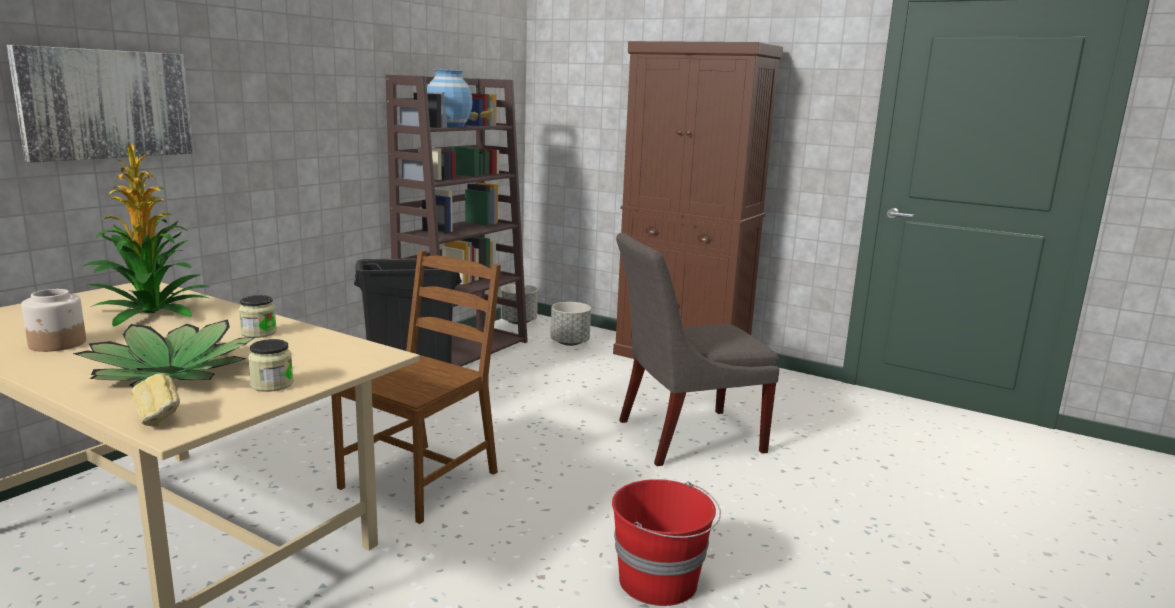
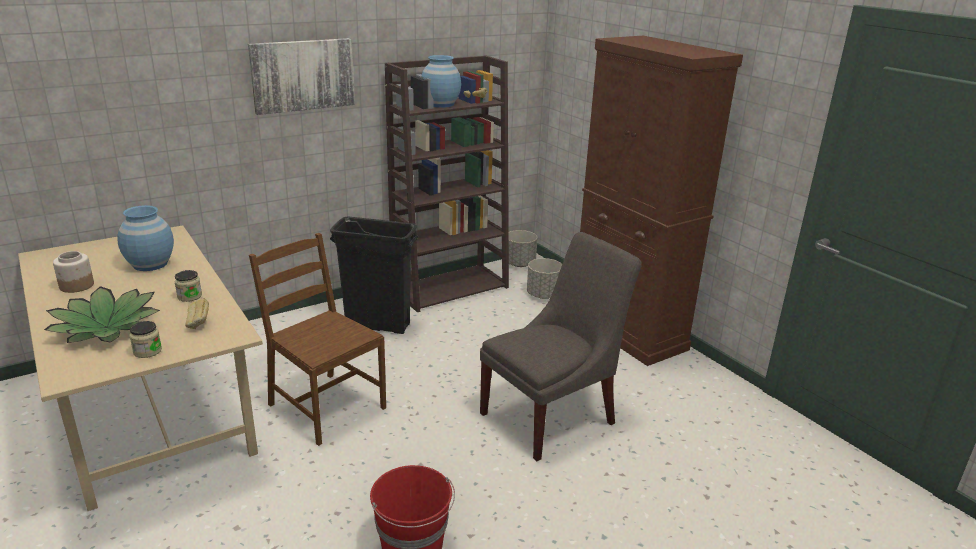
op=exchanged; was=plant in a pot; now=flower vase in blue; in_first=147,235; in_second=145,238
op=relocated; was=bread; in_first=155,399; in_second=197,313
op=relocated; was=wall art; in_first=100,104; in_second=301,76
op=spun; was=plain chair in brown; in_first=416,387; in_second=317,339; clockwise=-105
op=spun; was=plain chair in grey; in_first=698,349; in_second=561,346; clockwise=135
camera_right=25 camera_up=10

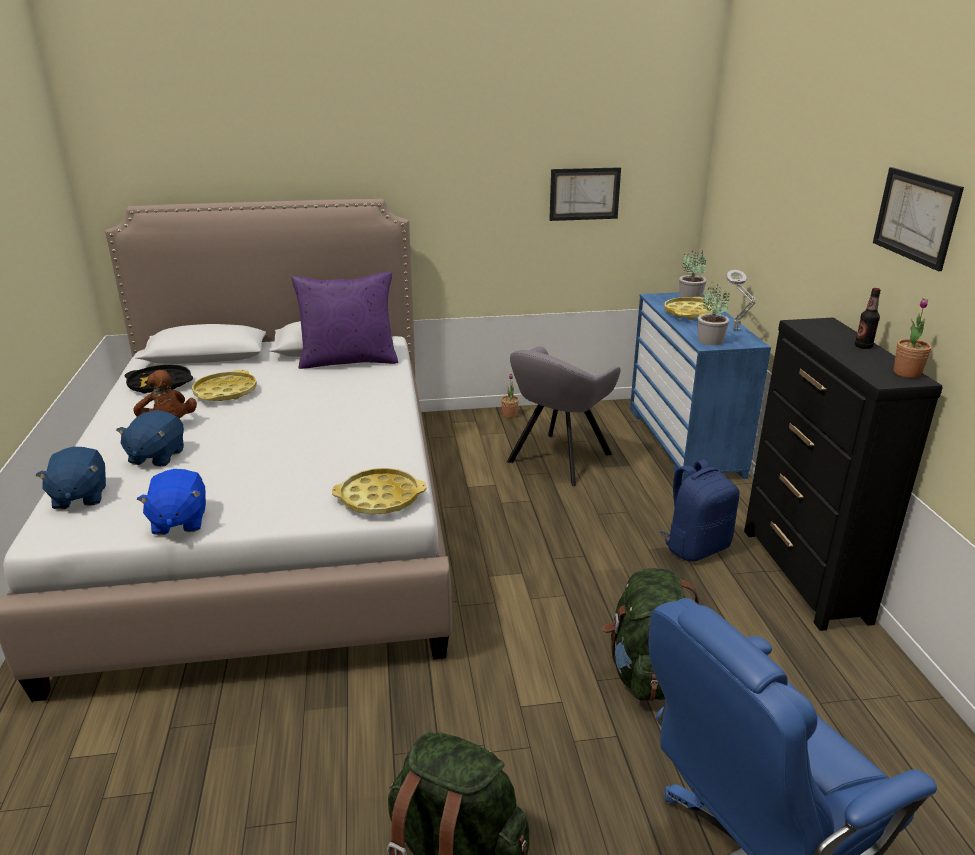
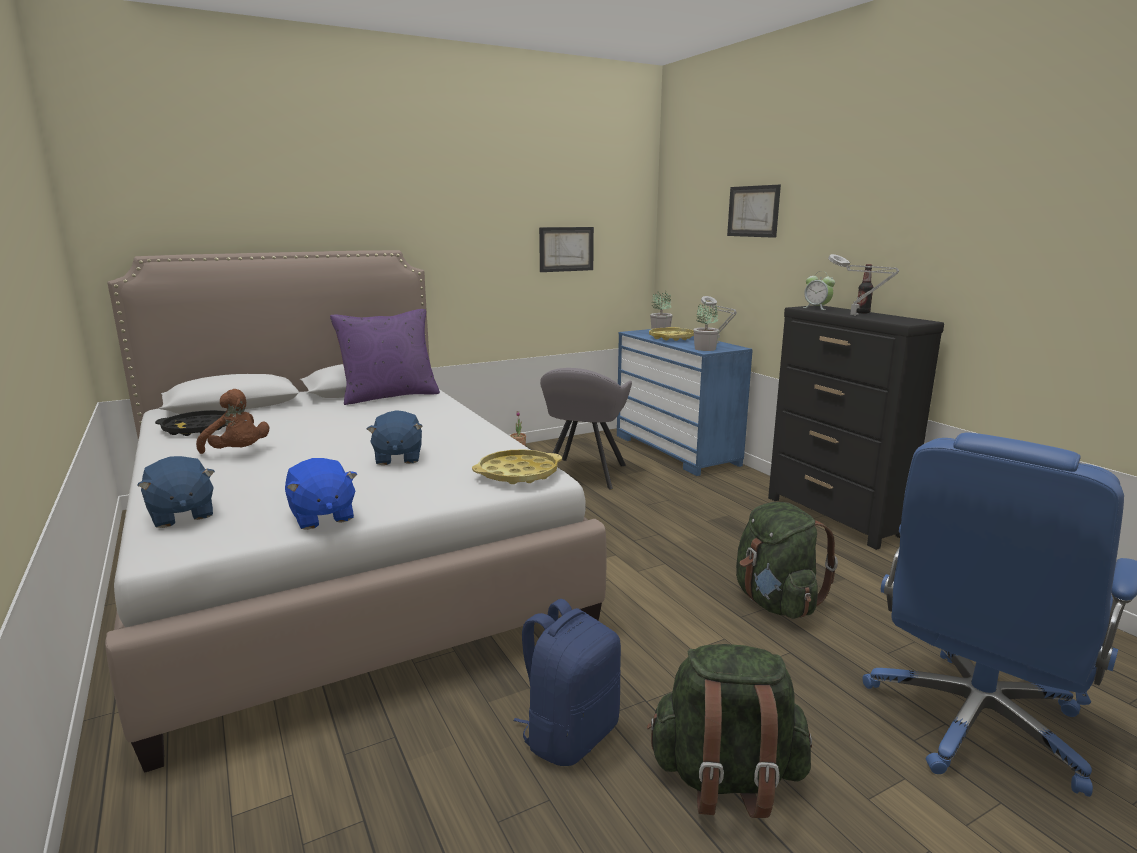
op=relocated; was=cuddly toy in blue; in_first=150,438; in_second=395,437
op=relocated; was=backpack in blue; in_first=700,511; in_second=567,682
op=relocated; was=wall art; in_first=918,219; in_second=754,211
op=appeared; now=table clock; in_second=819,290
op=appeared; now=lamp for a table in grey; in_second=863,285
op=missing; was=tray in yellow-coloured; in_first=224,385
op=missing; was=plant in a pot; in_first=913,338
camera_right=-20 camera_up=-10

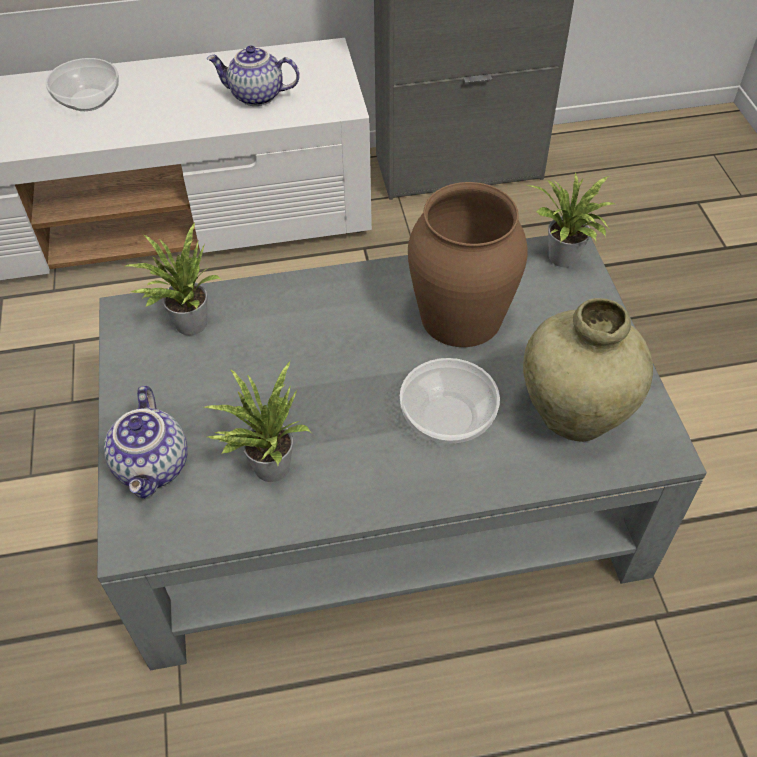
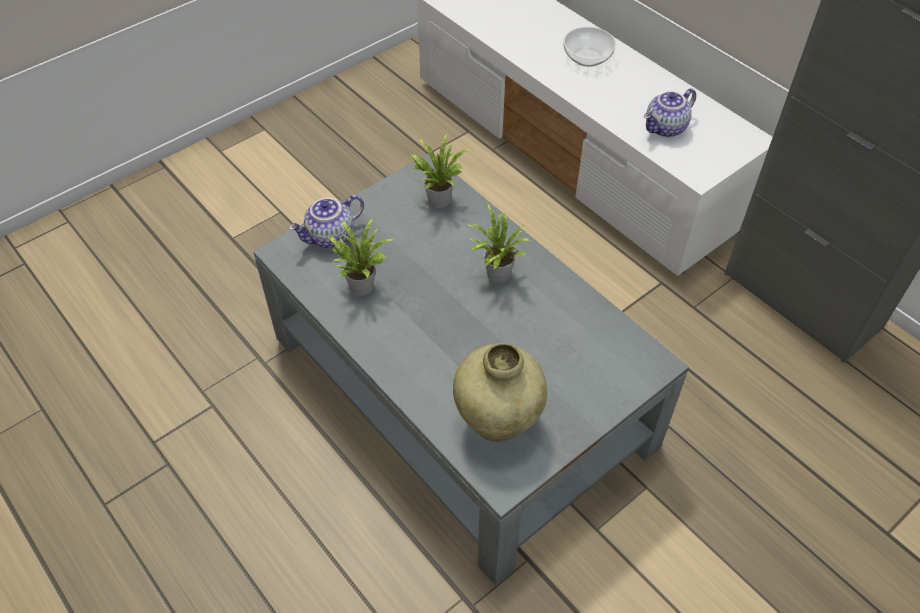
op=relocated; was=plant in a pot; in_first=570,219; in_second=498,243
op=spun; was=teapot; in_first=253,76; in_second=670,112; clockwise=-105
op=missing; was=deep dish; in_first=450,400
op=missing; was=flower vase in brown; in_first=468,264
camera_right=60 camera_up=0

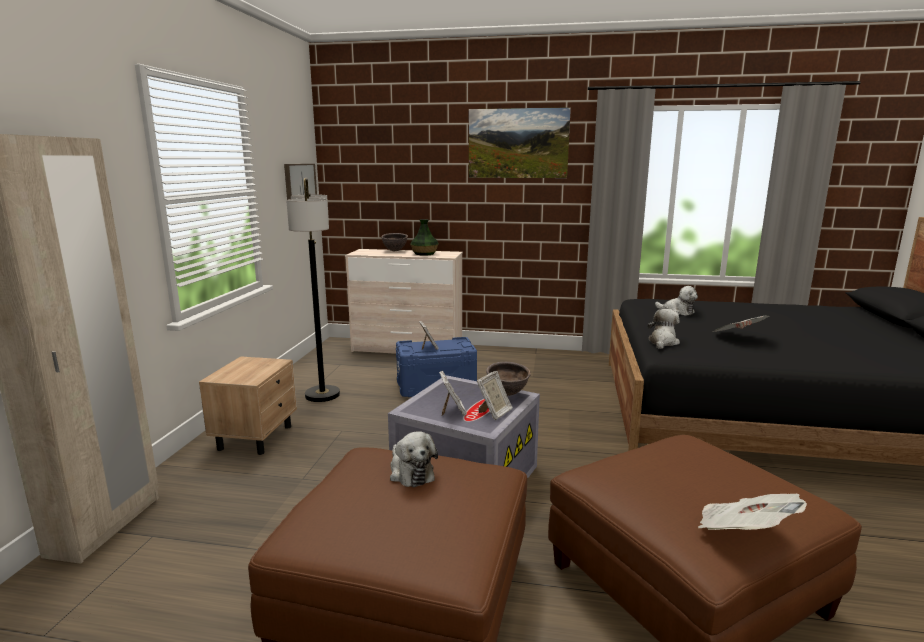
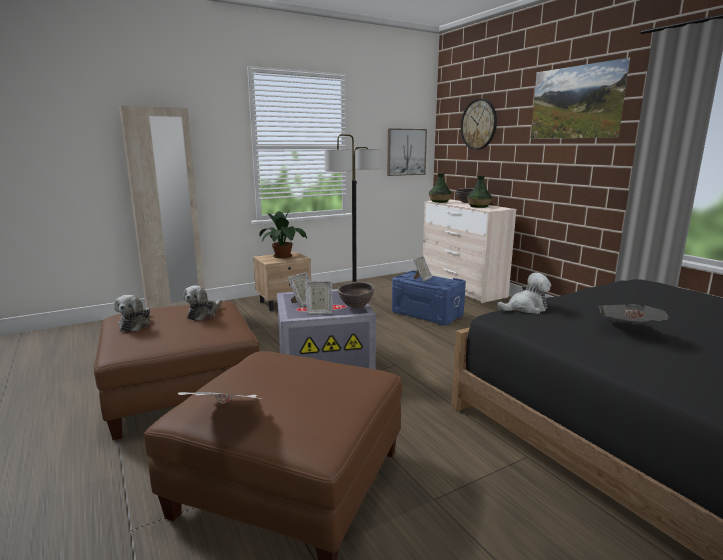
op=relocated; was=cuddly toy; in_first=676,300; in_second=132,313
op=appeared; now=plant in a pot; in_second=283,234
op=appeared; now=flower vase; in_second=440,188
op=appeared; now=clock on the wall; in_second=479,124
camera_right=50 camera_up=0

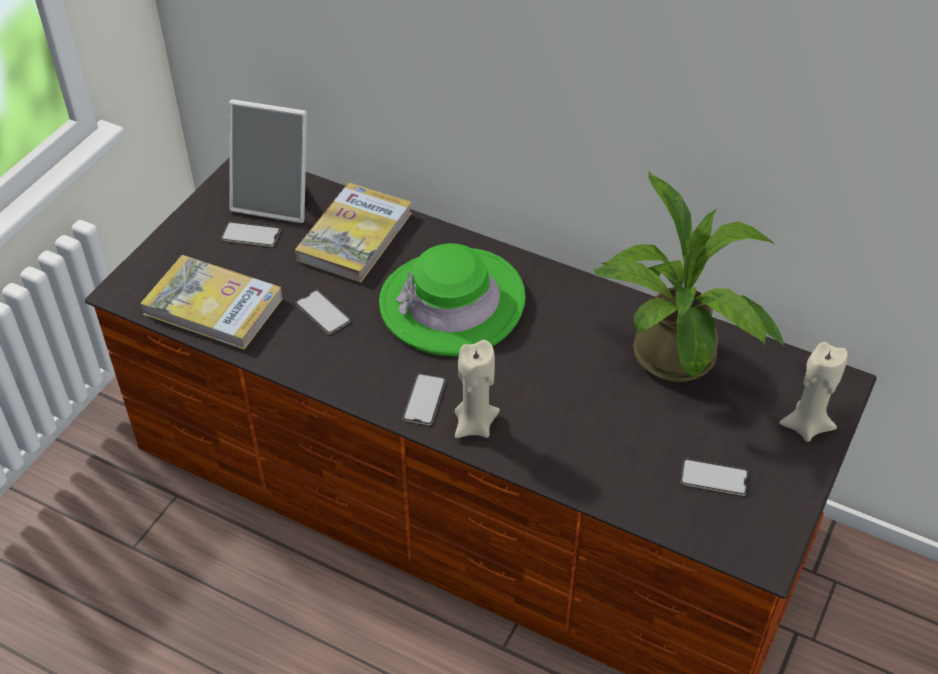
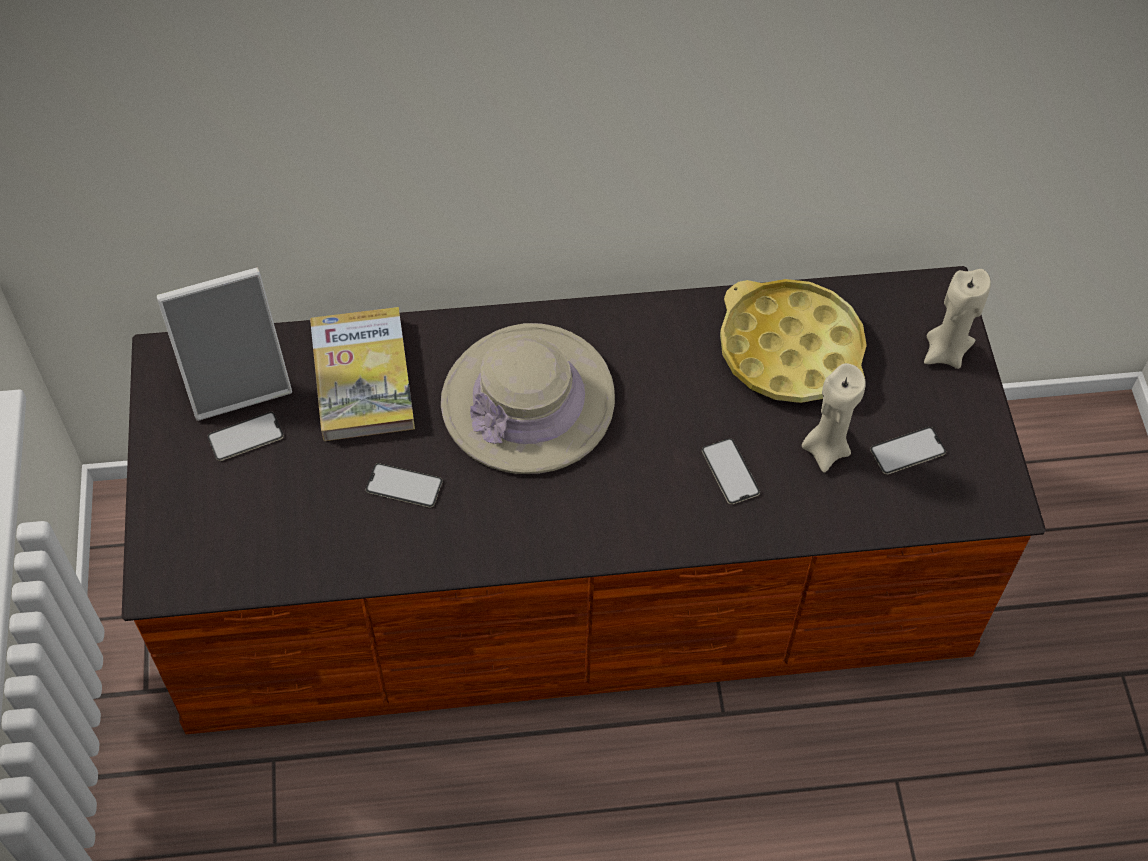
op=colour; was=clothing hat in greenish; now=clothing hat in sand-coloured; in_first=452,299; in_second=528,398
op=relocated; was=phone; in_first=424,399; in_second=731,471
op=exchanged; was=plant in a pot; now=tray in yellow-coloured; in_first=689,276; in_second=793,341
op=relocated; was=candle in sand-coloured; in_first=477,389; in_second=834,418
op=missing; was=bound book; in_first=211,302
camera_right=-35 camera_up=10

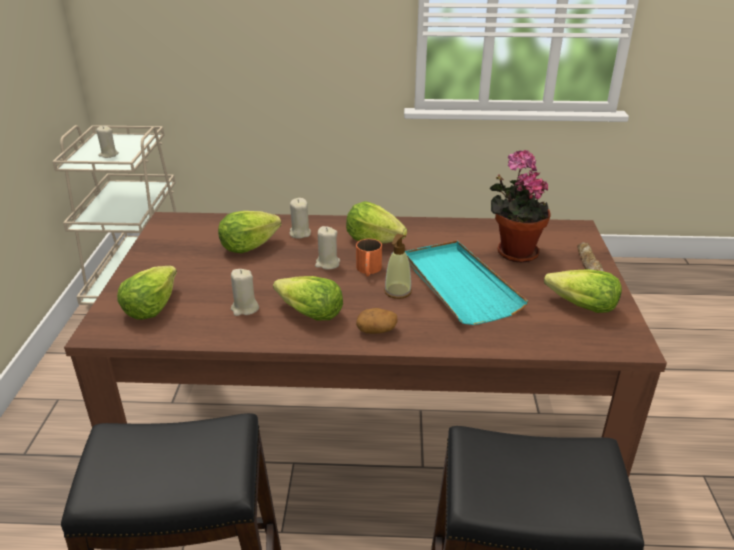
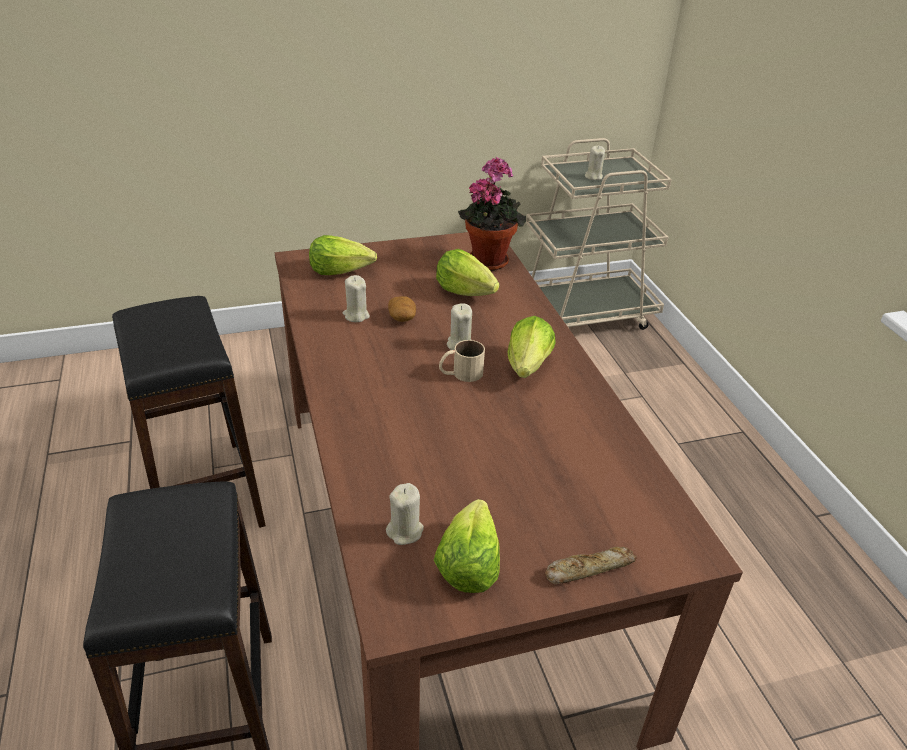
op=relocated; was=candle in sand-coloured; in_first=300,218; in_second=405,514
op=relocated; was=whole potato; in_first=377,321; in_second=402,309
op=colour; was=mug in orangey; now=mug in sand-coloured; in_first=369,258; in_second=462,361
op=relocated; was=plant in a pot; in_first=520,206; in_second=492,214
op=missing; was=lettuce head; in_first=308,298
op=missing; was=liquid soap bottle; in_first=398,266
op=missing; was=tray in turquoise; in_first=466,282
camera_right=70 camera_up=5

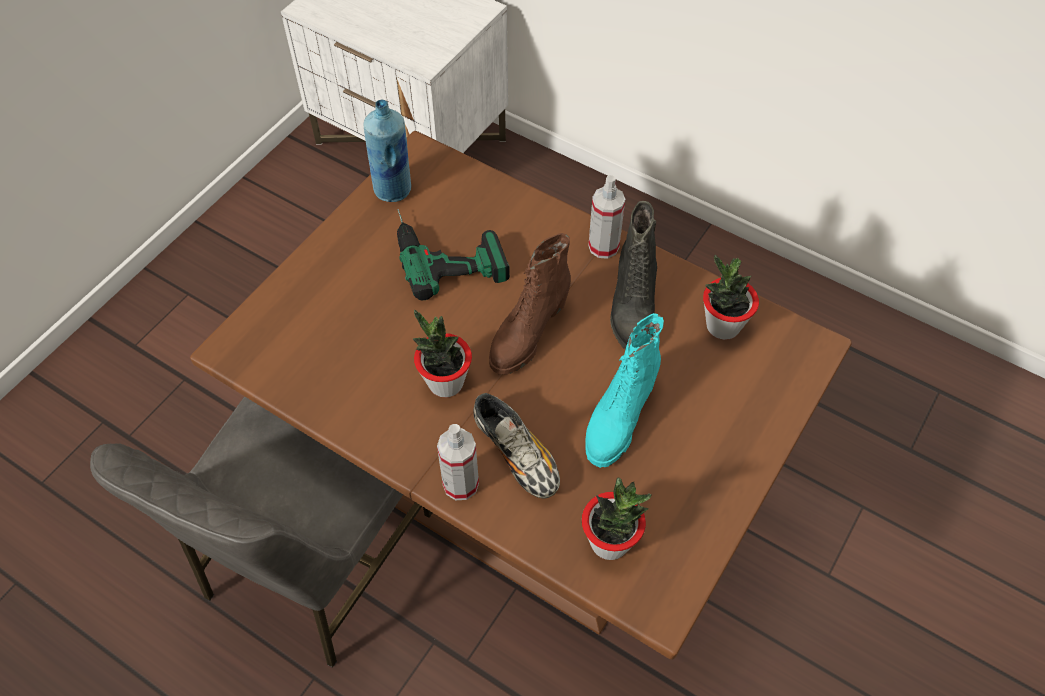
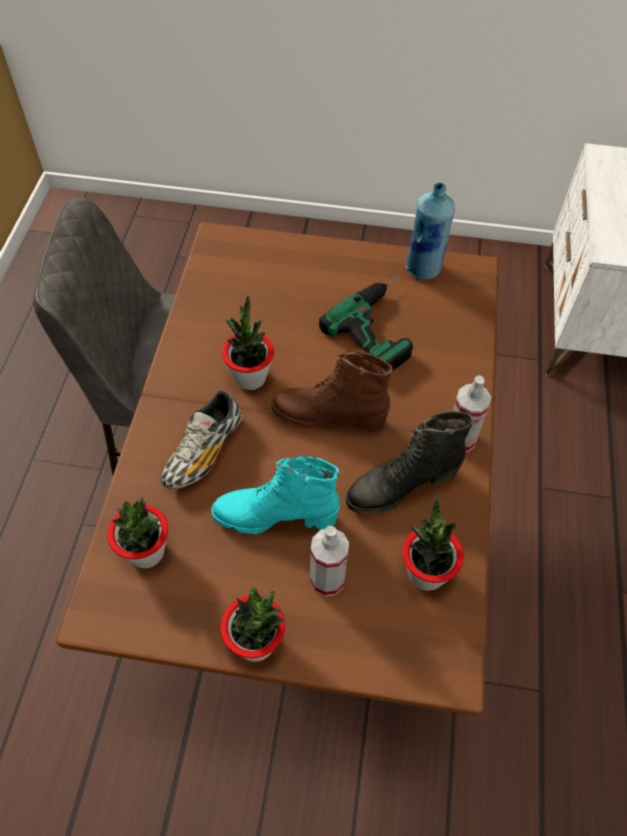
op=appeared; now=plant in a pot; in_second=253,624
op=relocated; was=sprayer; in_first=458,462; in_second=329,561
camera_right=65 camera_up=0

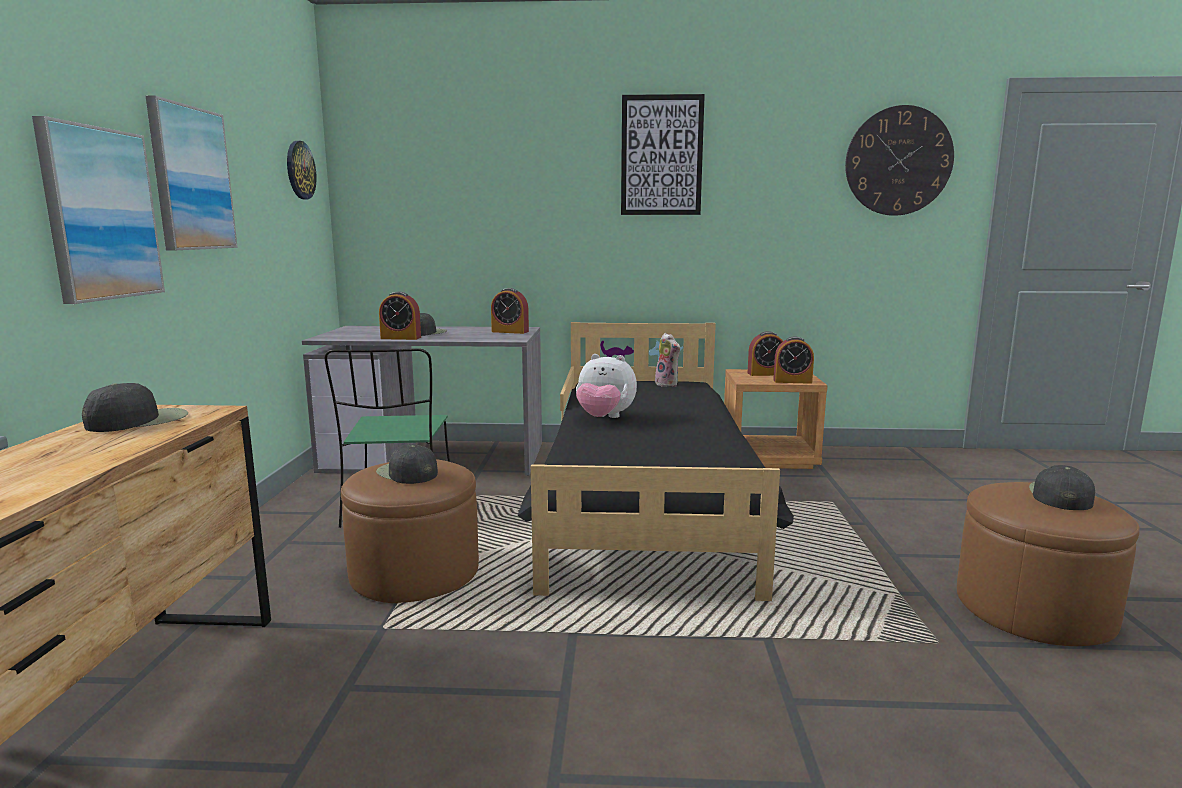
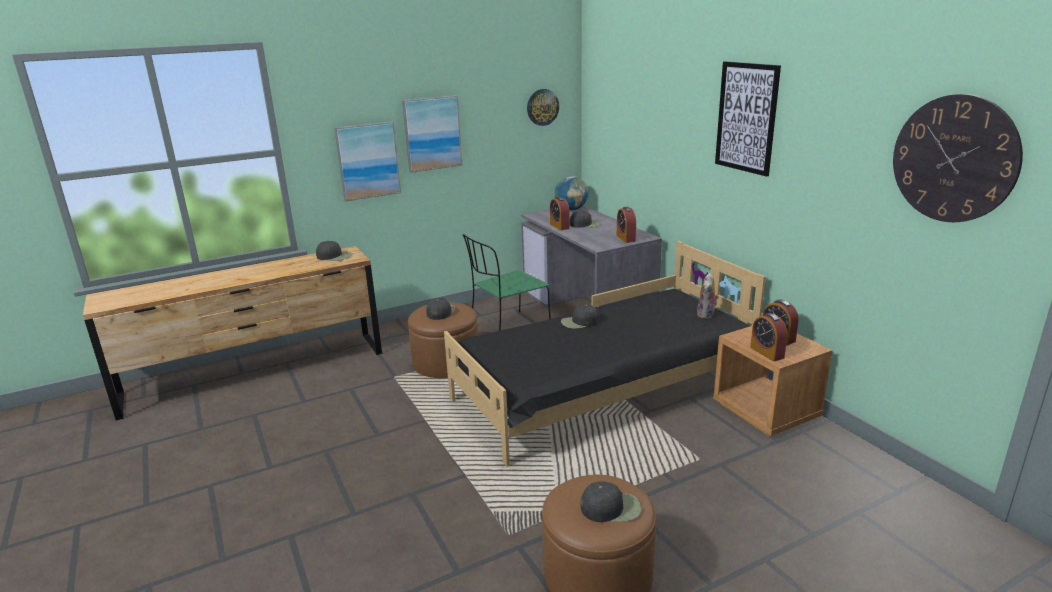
op=appeared; now=desk globe; in_second=571,193
op=exchanged; was=cuddly toy; now=baseball cap in blackish; in_first=606,386; in_second=580,316
camera_right=60 camera_up=10

